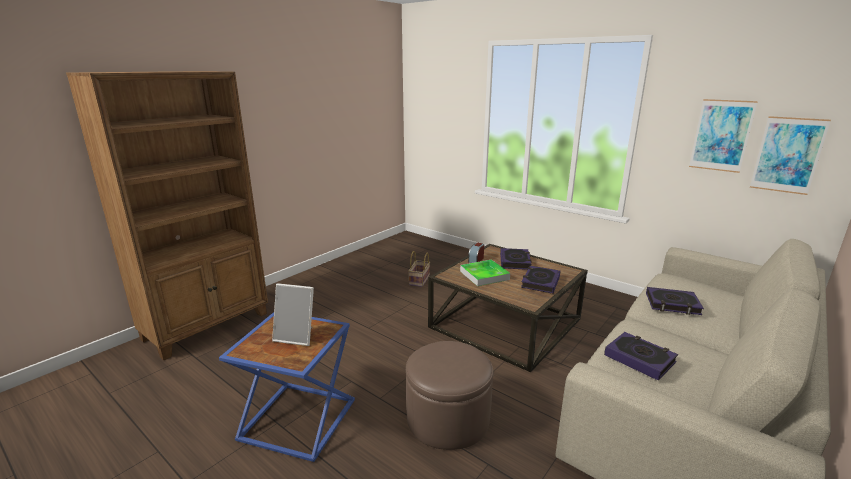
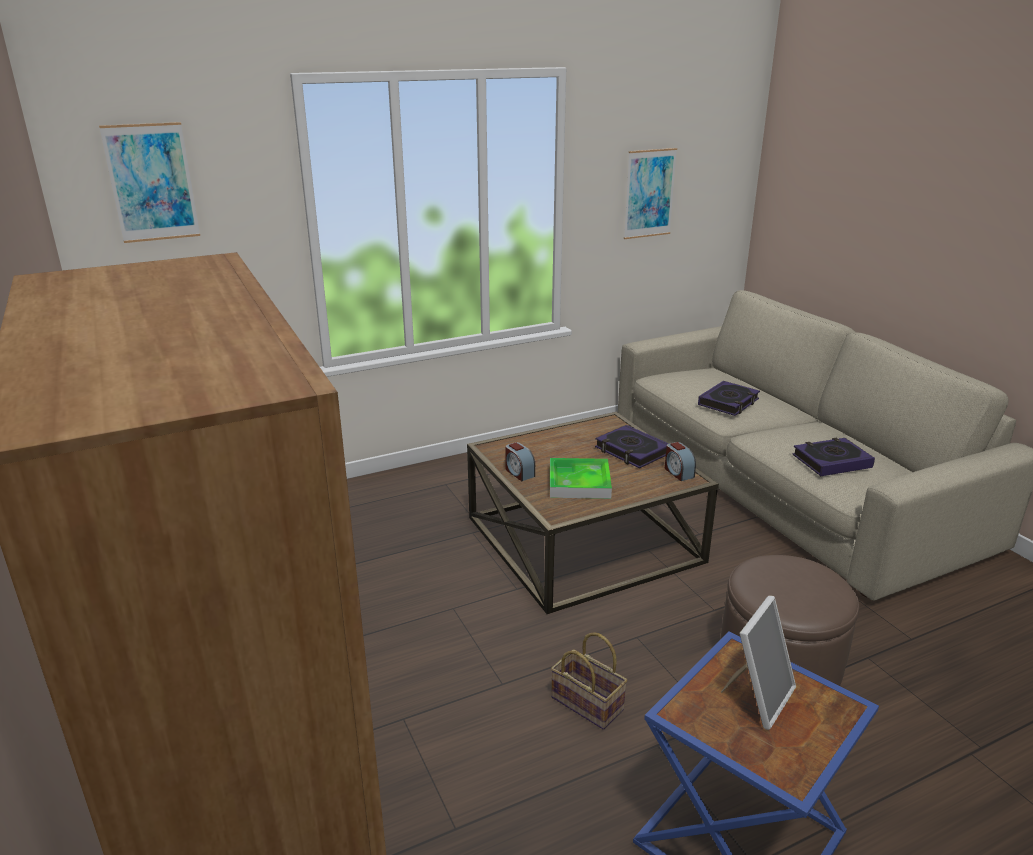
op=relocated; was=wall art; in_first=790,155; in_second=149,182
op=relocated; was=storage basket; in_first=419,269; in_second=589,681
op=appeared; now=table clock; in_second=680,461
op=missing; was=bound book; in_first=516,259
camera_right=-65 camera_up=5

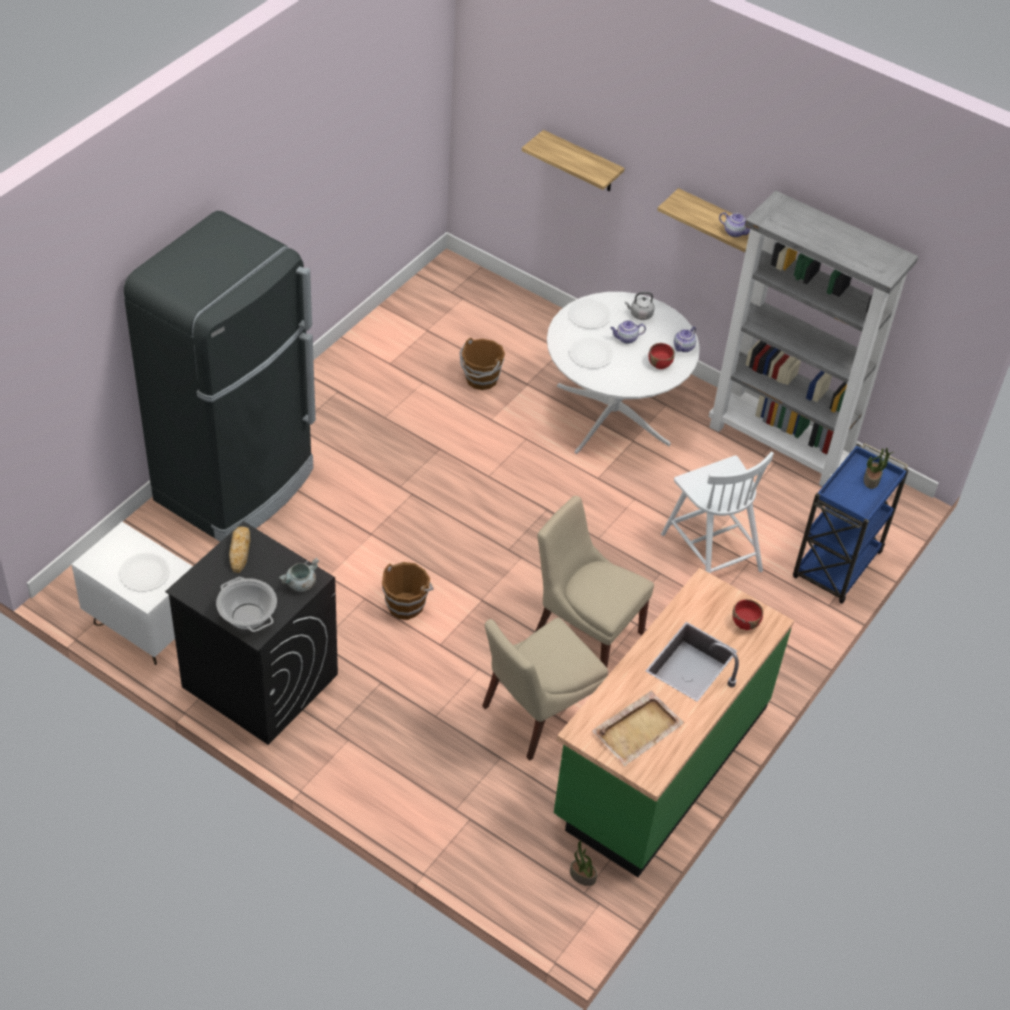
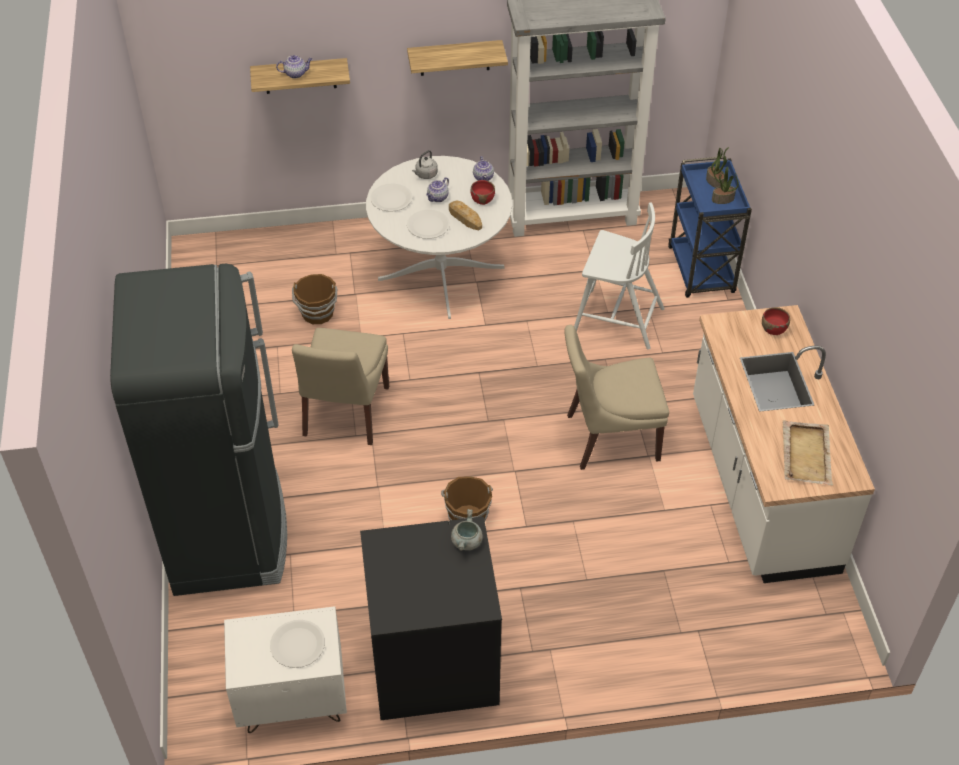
op=relocated; was=teapot; in_first=734,224; in_second=294,66
op=relocated; was=plain chair in sand-coloured; in_first=545,689; in_second=340,386
op=relocated; was=bread; in_first=239,550; in_second=465,215
op=colour; was=kitchen base unit in greenish; now=kitchen base unit in white-coloured; in_first=674,722; in_second=784,444
op=relocated; was=plant in a pot; in_first=583,863; in_second=725,185
op=missing; was=stockpot; in_first=246,604
camera_right=-40 camera_up=0

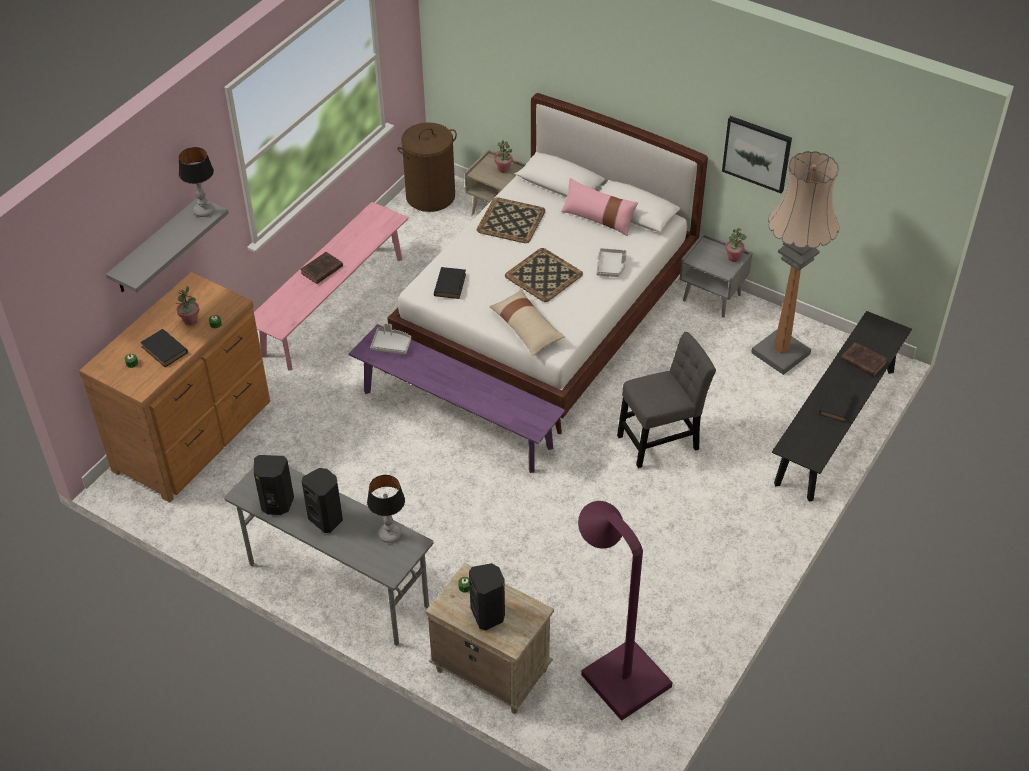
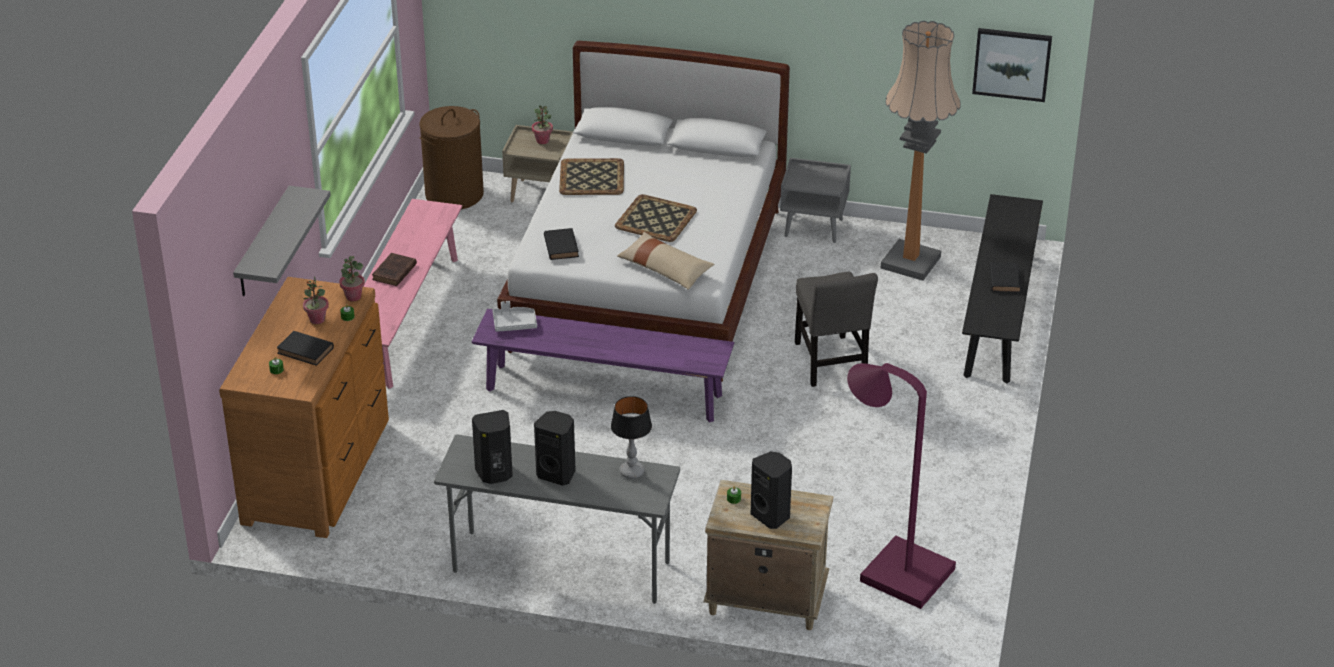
op=relocated; was=plant in a pot; in_first=736,245; in_second=352,278
op=spun; was=plain chair in grey; in_first=666,400; in_second=836,329; clockwise=120
op=relocated; was=wall art; in_first=757,154; in_second=1012,65
op=missing; was=lamp for a table; in_first=196,182
op=missing; was=throw pillow in pinkish; in_first=599,207
op=missing; was=tray in grey; in_first=611,262
op=missing; was=bound book in brown; in_first=864,359
camera_right=-20 camera_up=-10

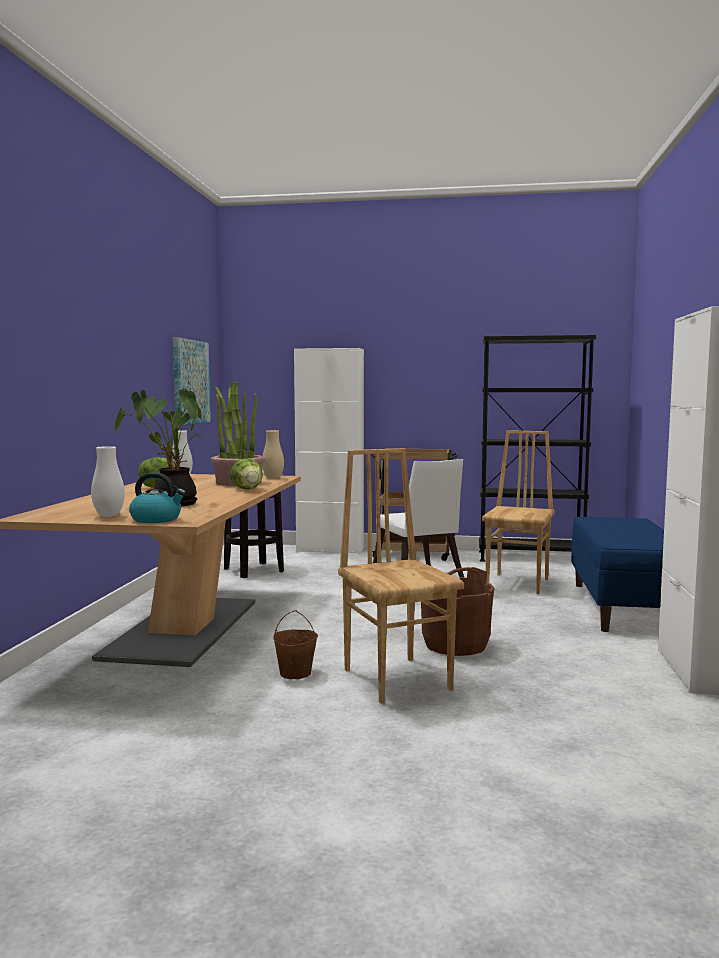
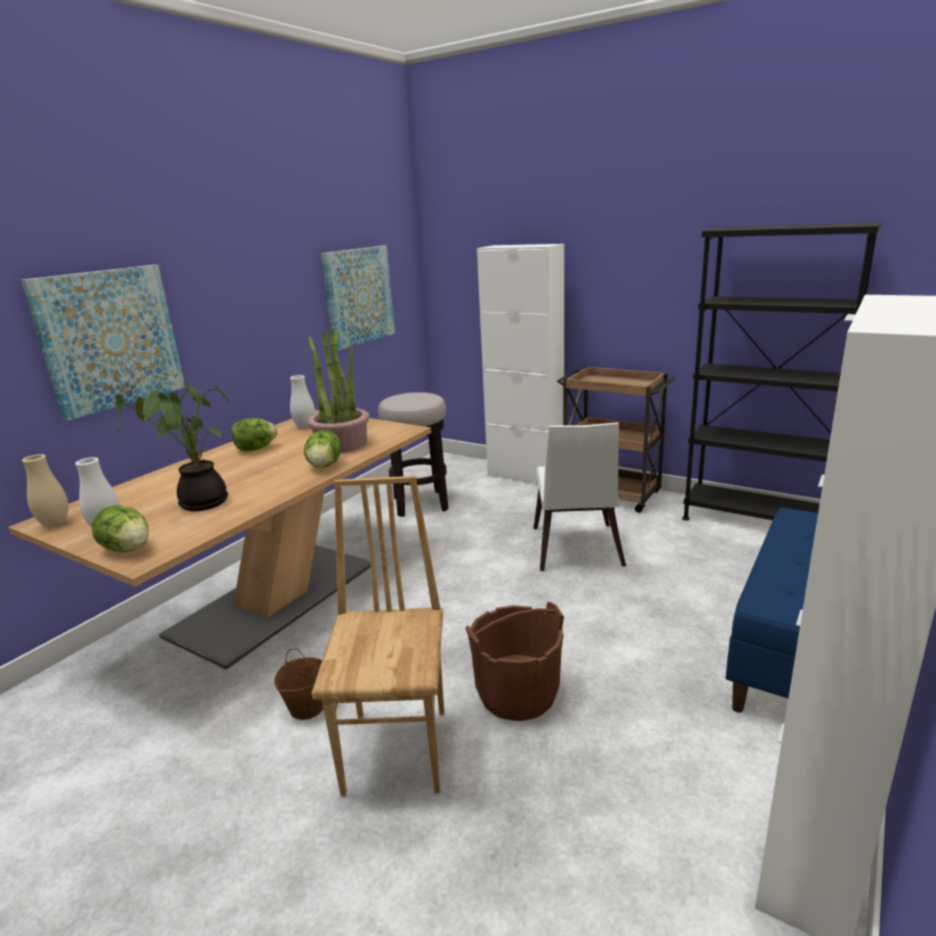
op=appeared; now=wall art; in_second=103,343
op=relocated; was=flower vase in sand-coloured; in_first=273,454; in_second=45,490
op=exchanged; was=tea kettle; now=lettuce head; in_first=157,497; in_second=120,528
op=missing; was=plain chair in brown; in_first=518,512
camera_right=25 camera_up=15

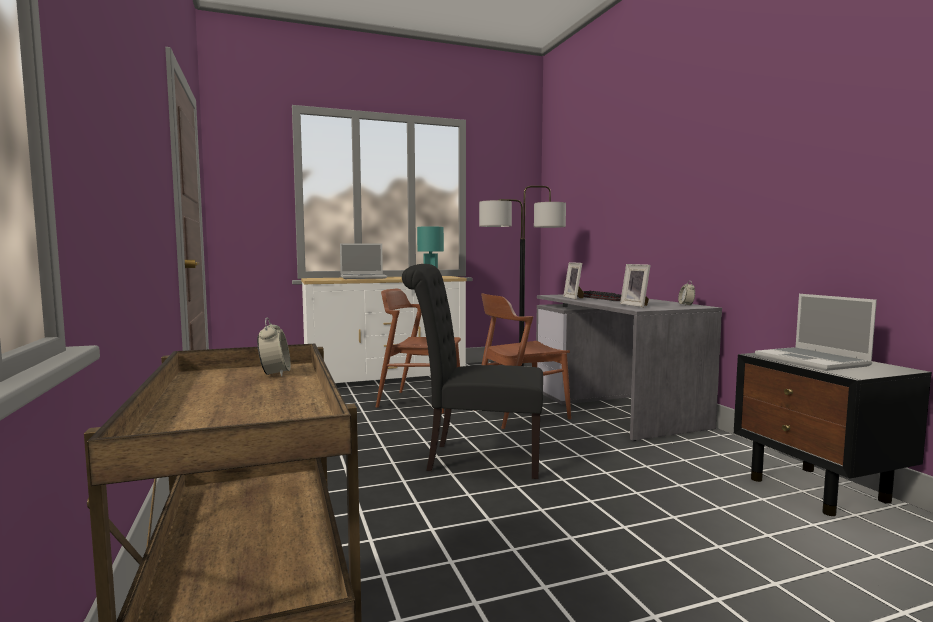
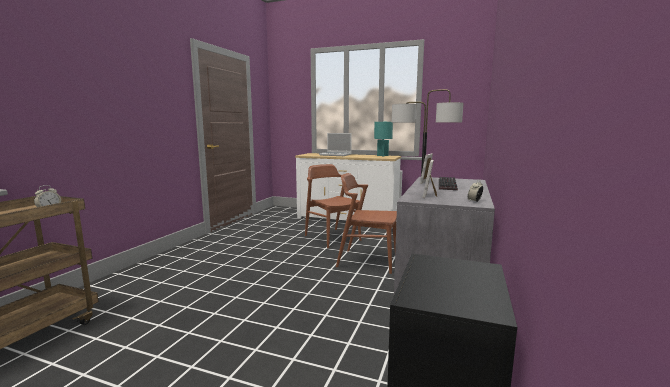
op=missing; was=plain chair in blackish; in_first=472,371
op=missing; was=laptop; in_first=816,332
camera_right=40 camera_up=5

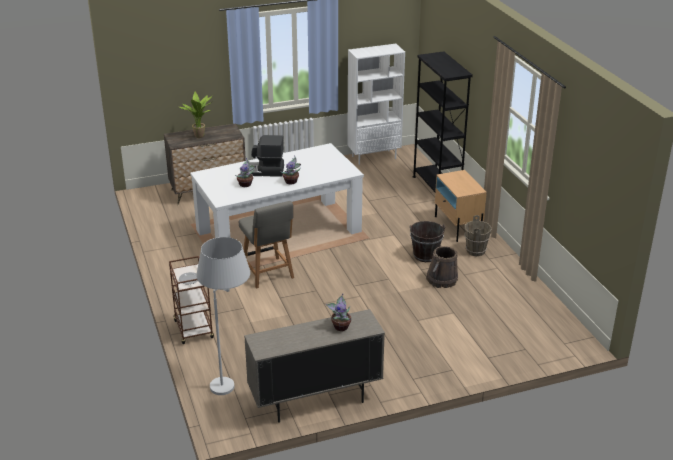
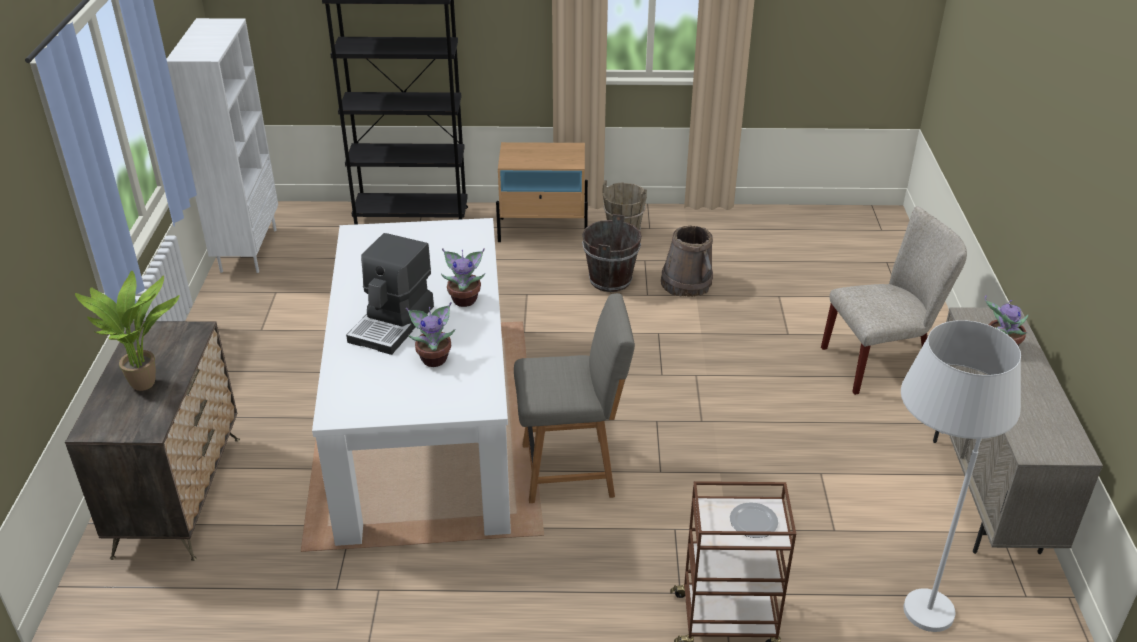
op=appeared; now=plain chair in sand-coloured; in_second=894,300
camera_right=-70 camera_up=5

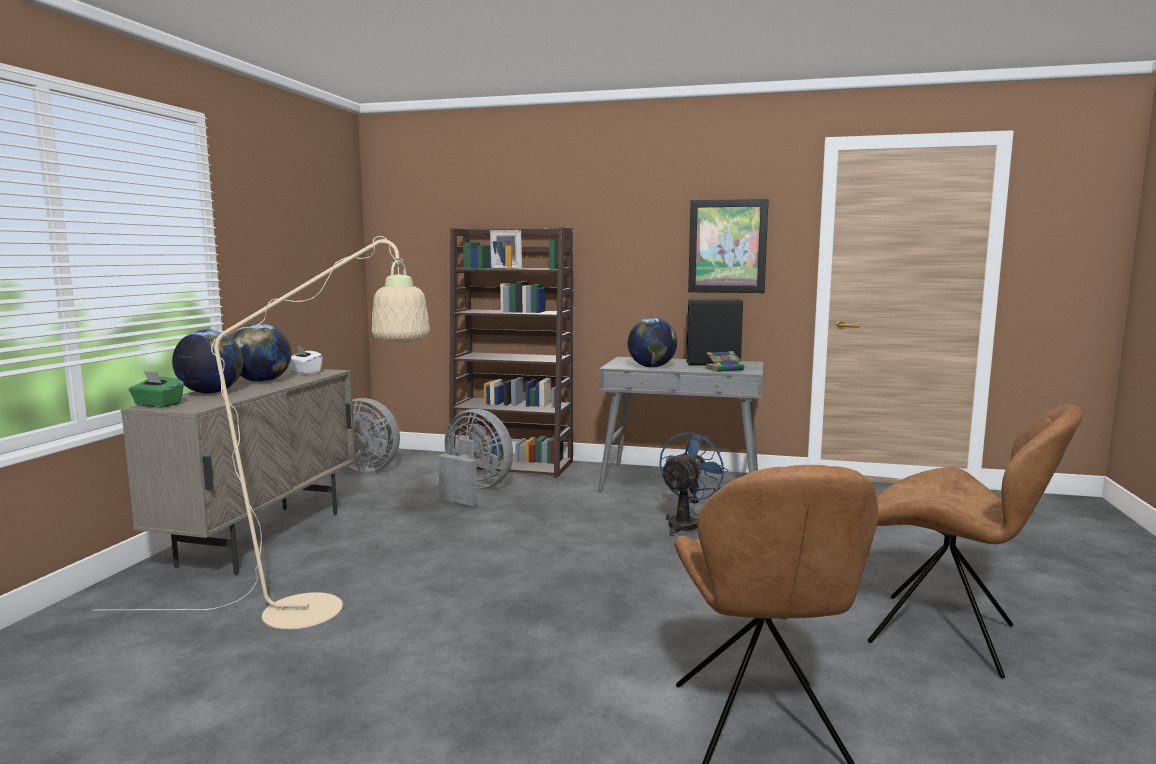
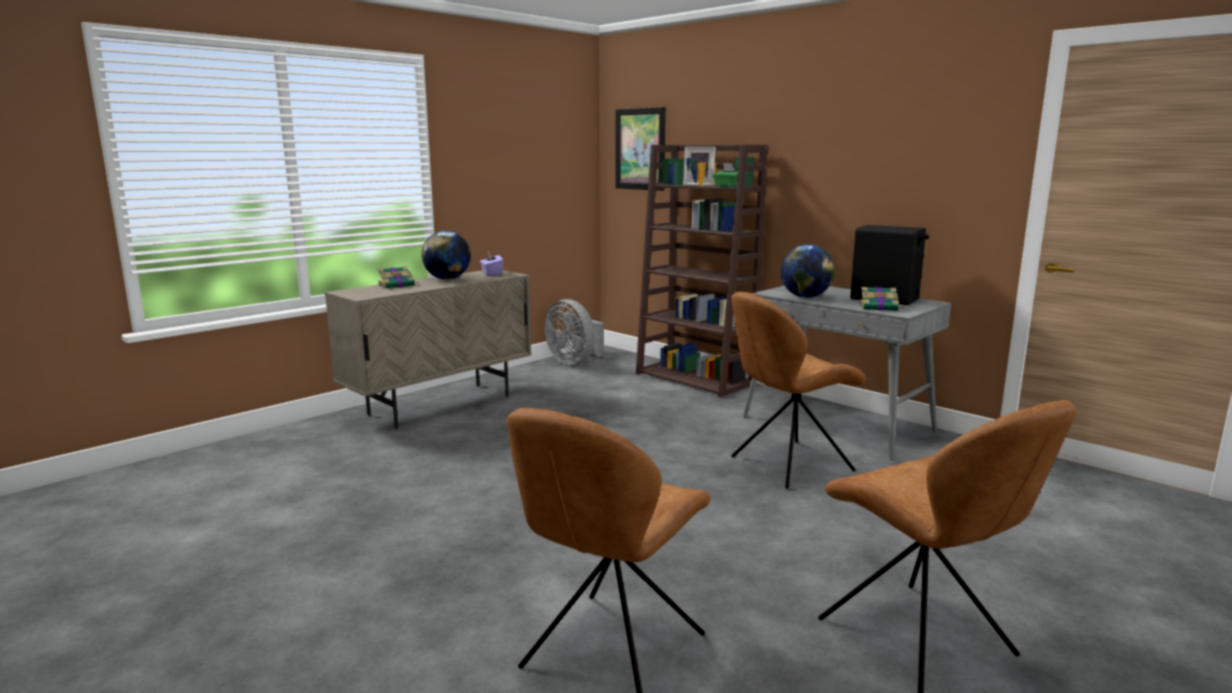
op=exchanged; was=desk globe; now=bound book; in_first=207,361; in_second=397,277
op=colour; was=tissue holder in white-coloured; now=tissue holder in purple-coloured; in_first=305,360; in_second=492,264
op=relocated; was=wall art; in_first=728,246; in_second=641,149
op=relocated; was=tissue holder in greenish; in_first=156,389; in_second=730,175
op=exchanged; was=electric fan in blue; now=plain chair in brown; in_first=694,483; in_second=798,390
op=missing; was=floor lamp in sand-coloured; in_first=261,432
op=missing; was=electric fan in grey; in_first=475,457
camera_right=30 camera_up=5

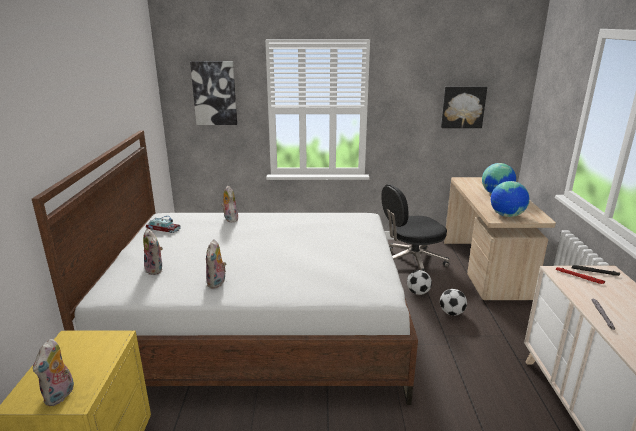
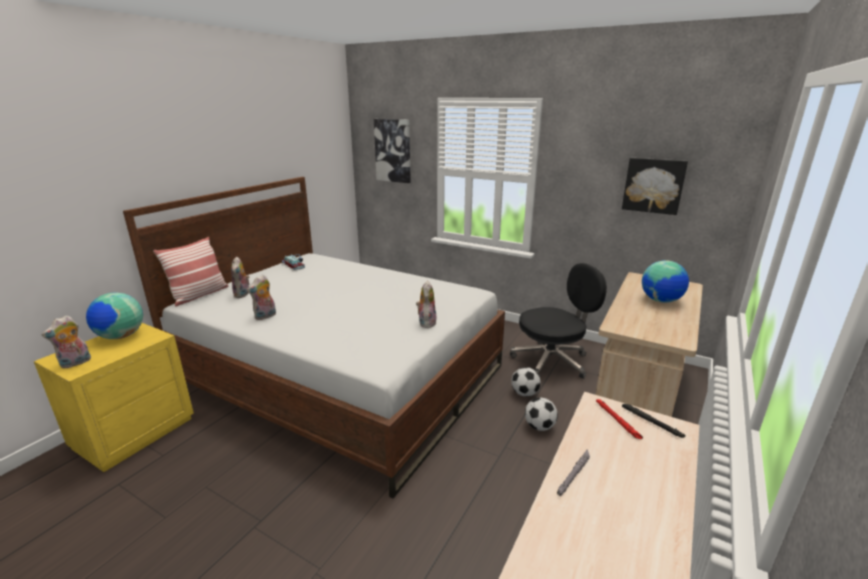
op=relocated; was=desk globe; in_first=510,199; in_second=114,315
op=appeared; now=throw pillow; in_second=191,272
op=relocated; was=cuddly toy; in_first=229,203; in_second=426,304
op=spun; was=office chair in blackish; in_first=415,227; in_second=558,321; clockwise=150
camera_right=30 camera_up=0

